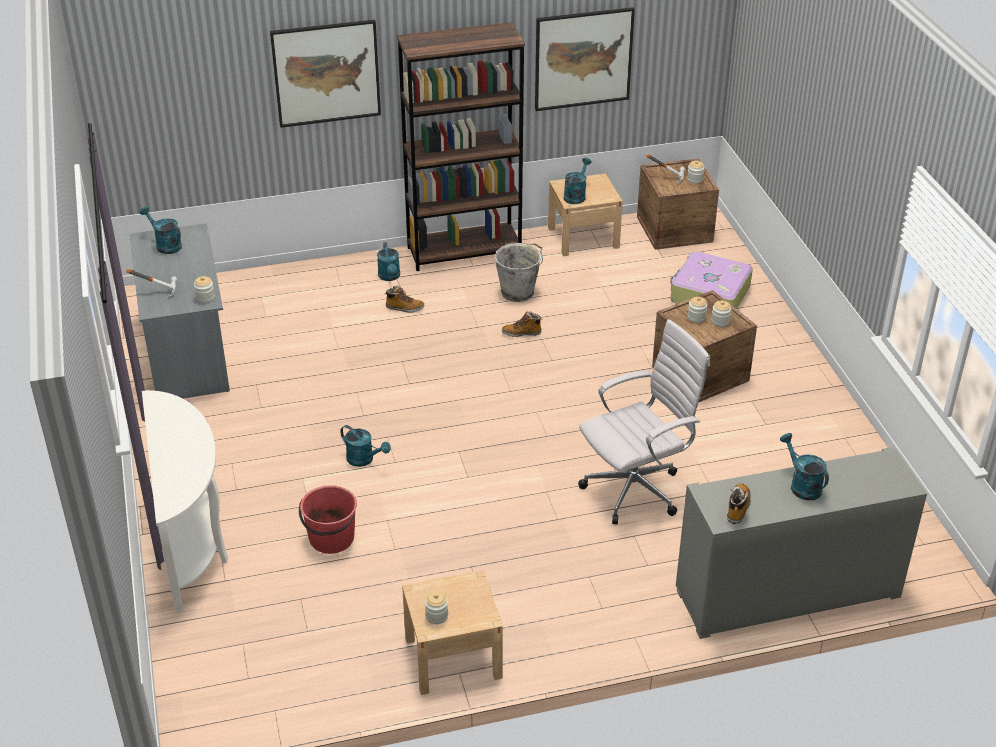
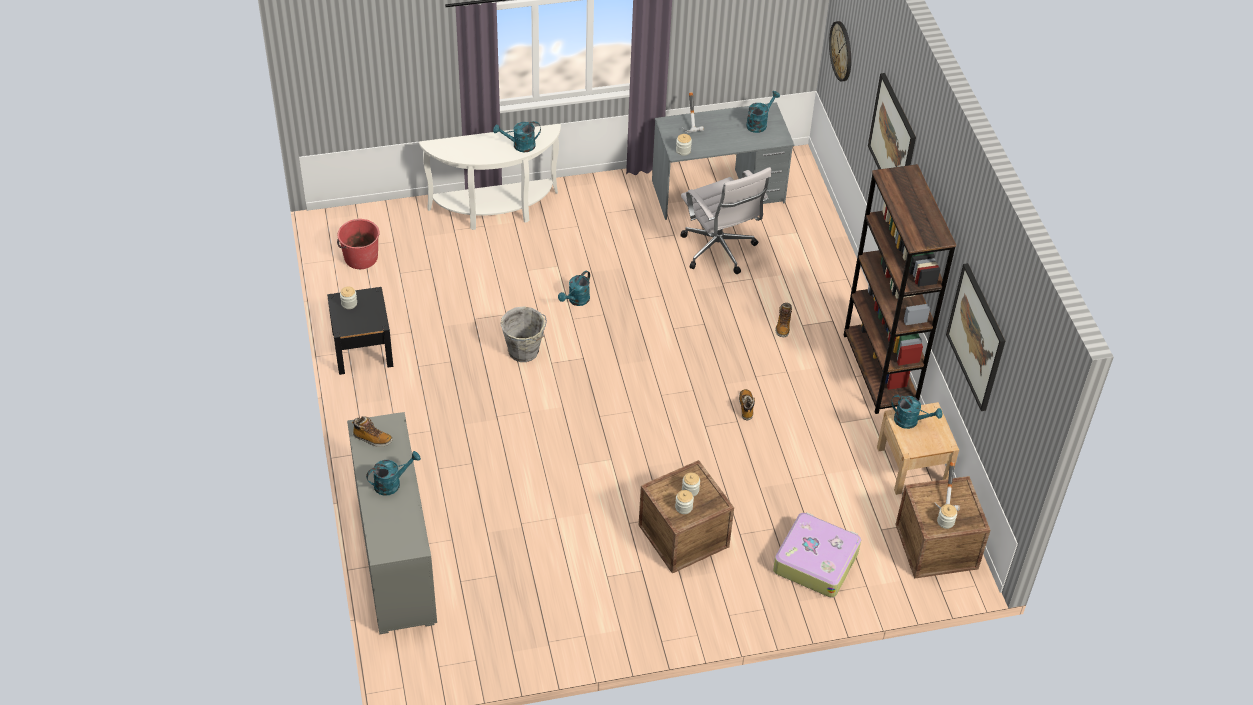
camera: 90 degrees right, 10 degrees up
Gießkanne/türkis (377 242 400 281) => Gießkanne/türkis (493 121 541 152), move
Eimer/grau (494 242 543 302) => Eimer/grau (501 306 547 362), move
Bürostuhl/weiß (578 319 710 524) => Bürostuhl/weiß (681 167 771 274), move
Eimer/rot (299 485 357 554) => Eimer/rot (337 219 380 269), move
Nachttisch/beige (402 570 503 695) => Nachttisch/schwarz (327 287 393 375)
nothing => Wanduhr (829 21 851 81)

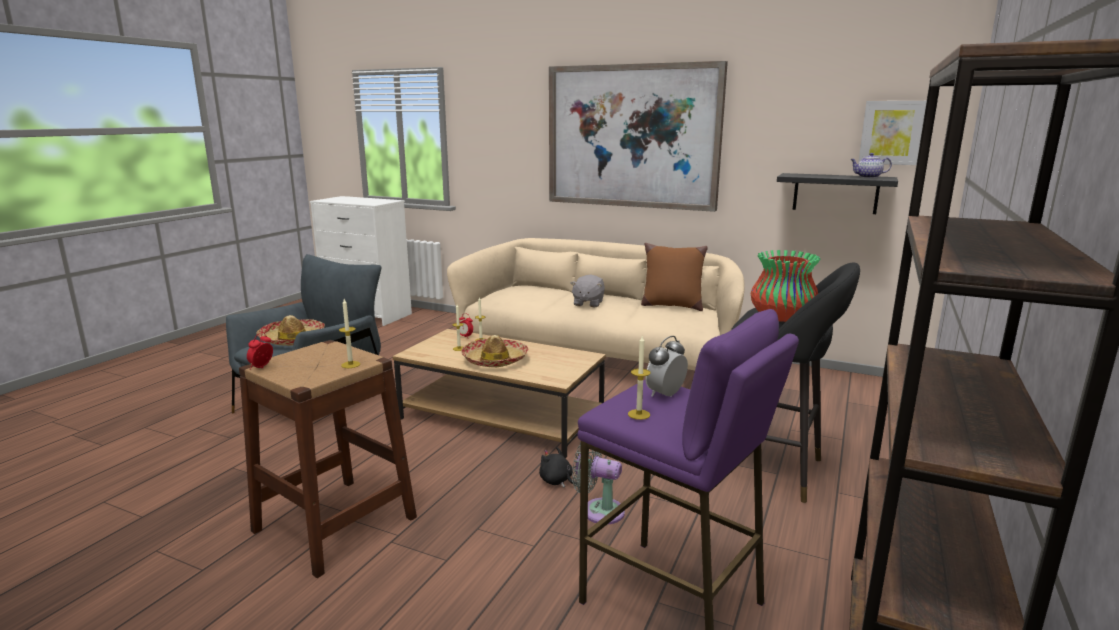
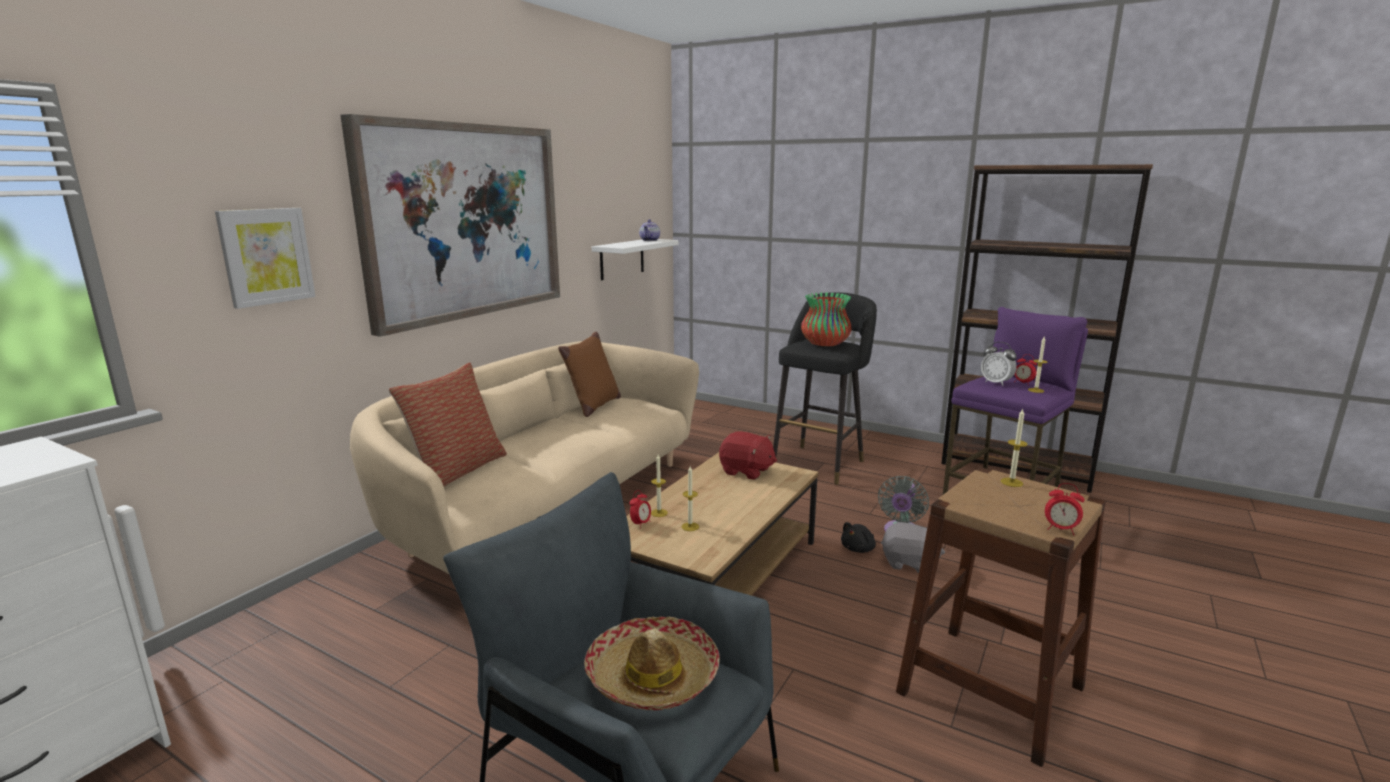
camera: 85 degrees left, 0 degrees up
Bild (858 101 926 165) => Bild (215 208 316 309), move
Wandregal/schwarz (777 173 898 214) => Wandregal/weiß (592 239 679 280)
Plüschtier/grau (571 275 605 307) => Plüschtier/grau (881 522 945 573), move
Hut (461 335 528 367) => nothing
nothing => Wecker (1014 354 1037 385)
nothing => Kissen (389 363 507 486)
nothing => Plüschtier/rot (719 431 777 480)

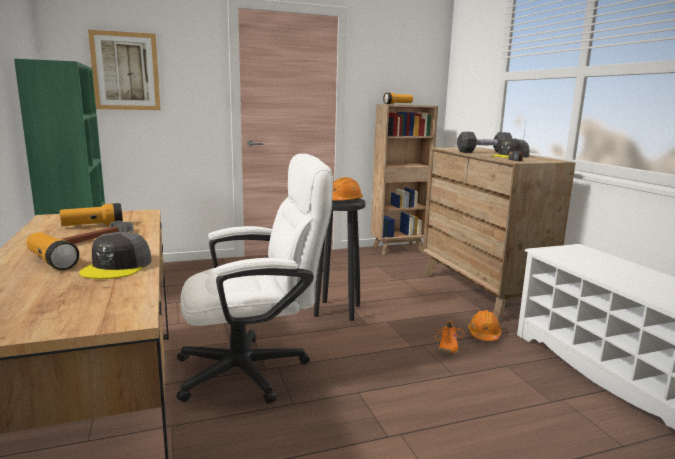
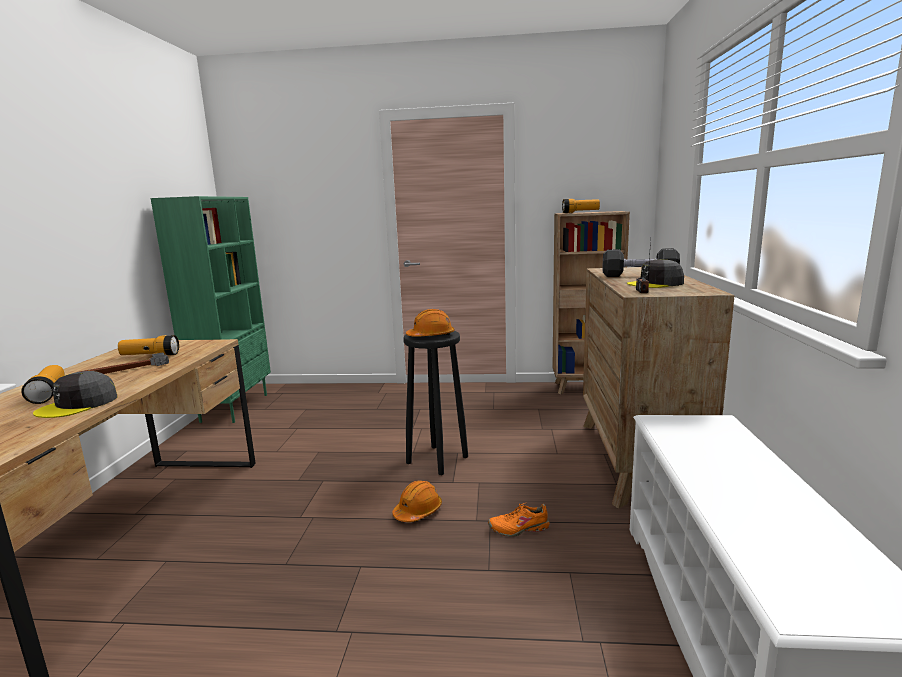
camera: 25 degrees right, 0 degrees up
Bild (88 30 160 110) => nothing
Bürostuhl/weiß (176 153 333 404) => nothing
Schutzhelm/orange (468 310 502 341) => Schutzhelm/orange (392 480 442 522), move
Schuh/orange (435 320 465 354) => Schuh/orange (488 503 549 537), 45 degrees clockwise

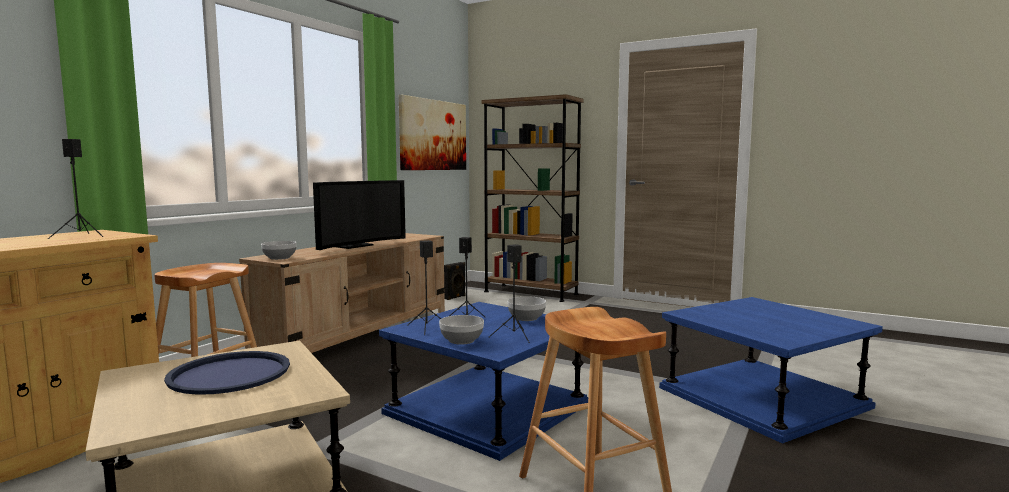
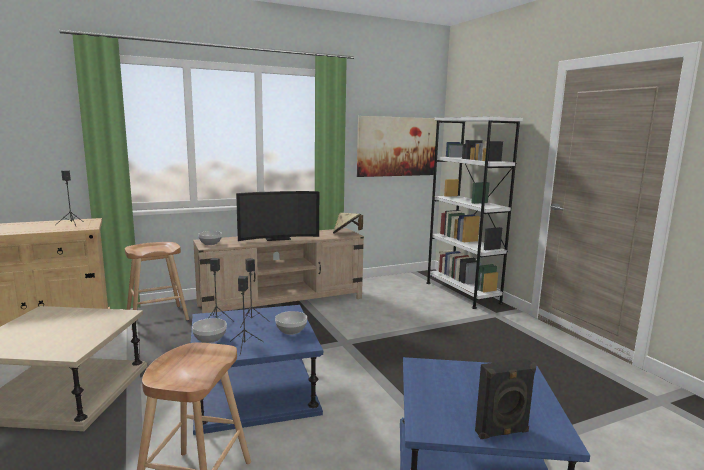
camera: 35 degrees right, 5 degrees up
Bücherregal/braun (482 94 583 302) => Bücherregal/weiß (426 117 523 309)
Lautsprecher/schwarz (444 262 466 300) => Lautsprecher/schwarz (475 359 537 439), move
Tablett/blau (164 351 290 395) => nothing
nothing => Hut/beige (333 213 363 234)

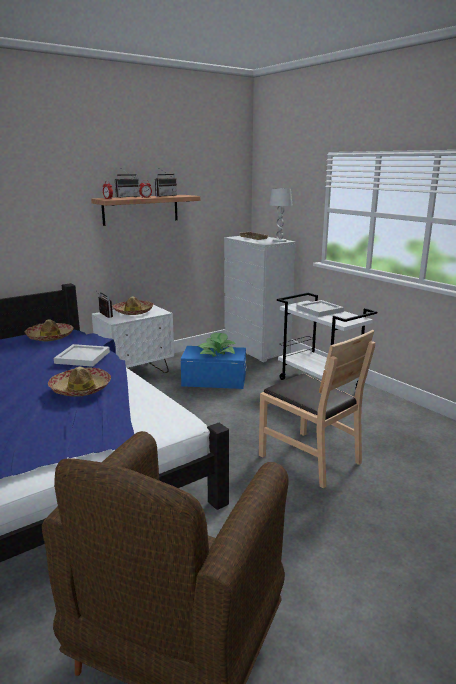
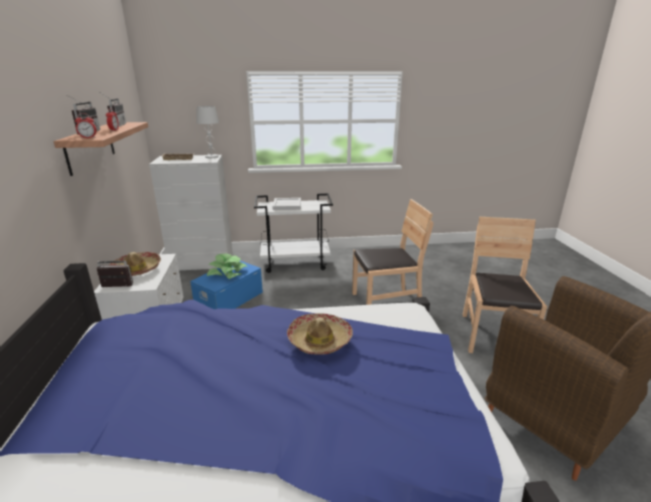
camera: 60 degrees left, 5 degrees up
Hut (25 319 74 342) => nothing
Tablett/weiß (54 344 110 367) => nothing
nothing => Stuhl/braun (463 217 547 353)

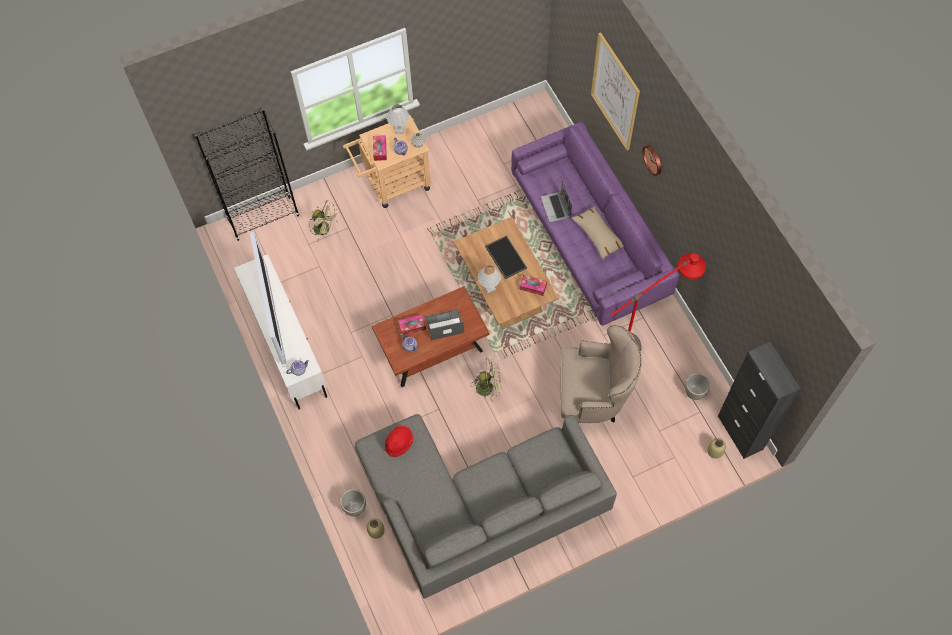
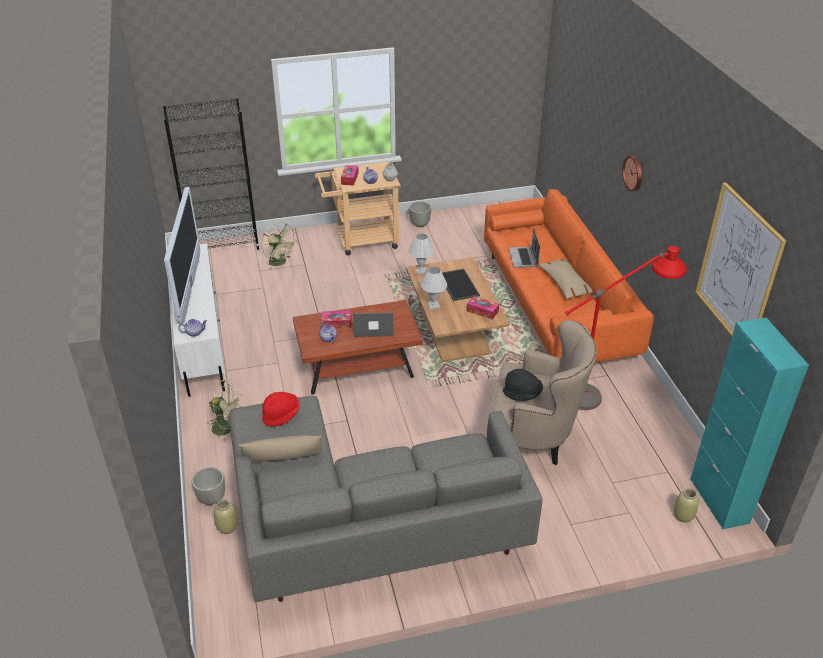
camera: 10 degrees right, 25 degrees down
Bild (591 32 640 150) => Bild (695 183 786 336), move
Tischlampe/weiß (387 104 409 134) => Tischlampe/weiß (409 233 434 275), move
Sofa/lila (511 122 679 326) => Sofa/orange (484 189 654 362)
Schrank/schwarz (718 342 801 459) => Schrank/türkis (690 318 809 530)
Ventilator/grün (470 357 501 402) => Ventilator/grün (207 380 241 442), move
Pflanzkübel/grau (685 373 710 400) => Pflanzkübel/grau (409 201 431 227), move
nothing => Hut/schwarz (503 369 543 401)
nothing => Kissen/beige (238 435 324 462)

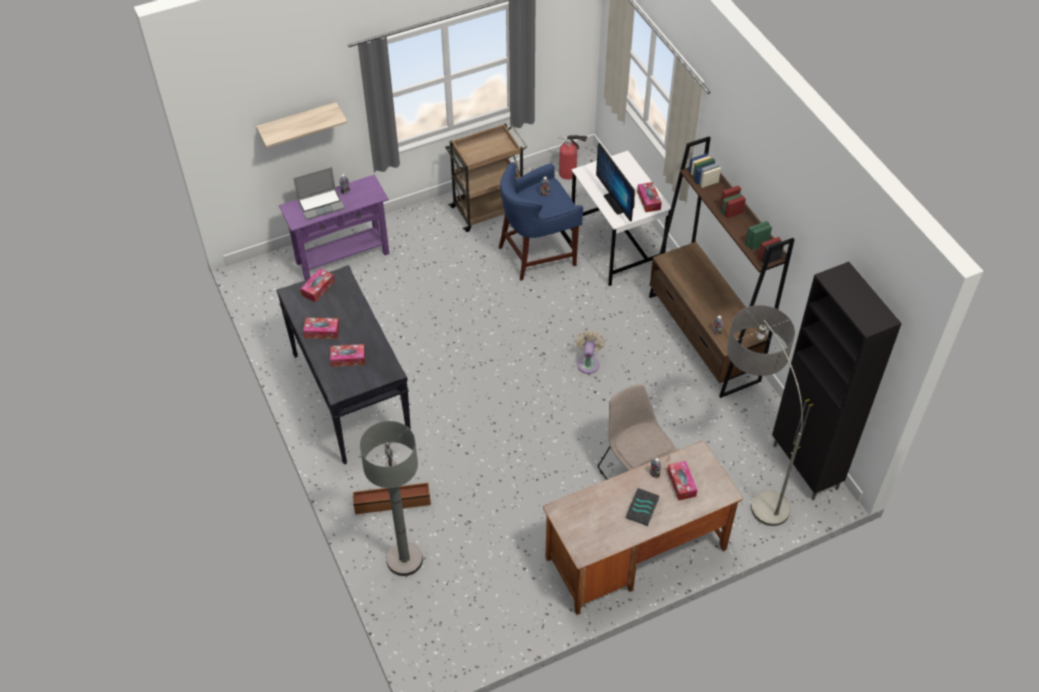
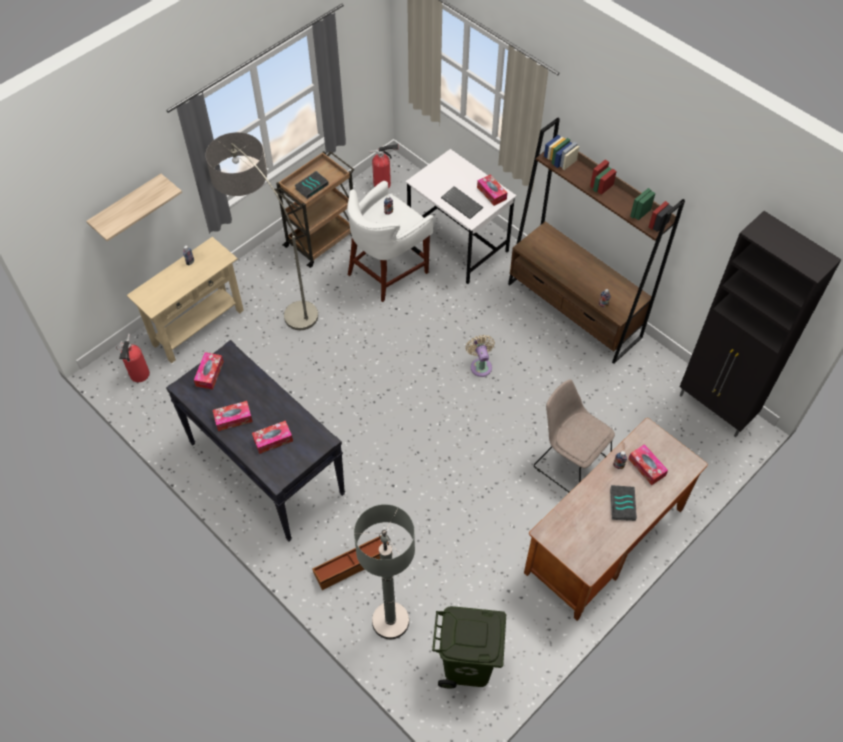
camera: 20 degrees left, 5 degrees up
Monitor (596 143 635 221) => Tastatur (441 186 483 219)
Hocker/blau (498 162 583 281) => Hocker/weiß (347 181 433 302)
Laptop (293 167 345 220) => nothing
Konsolentisch/lila (279 175 390 280) => Konsolentisch/beige (127 237 244 363)
Stehlampe (727 305 803 526) => Stehlampe (205 132 318 330), move
nothing => Buch (294 171 329 199)
nothing => Feuerlöscher (116 334 150 382)
nothing => Mülleimer/grün (432 606 506 689)

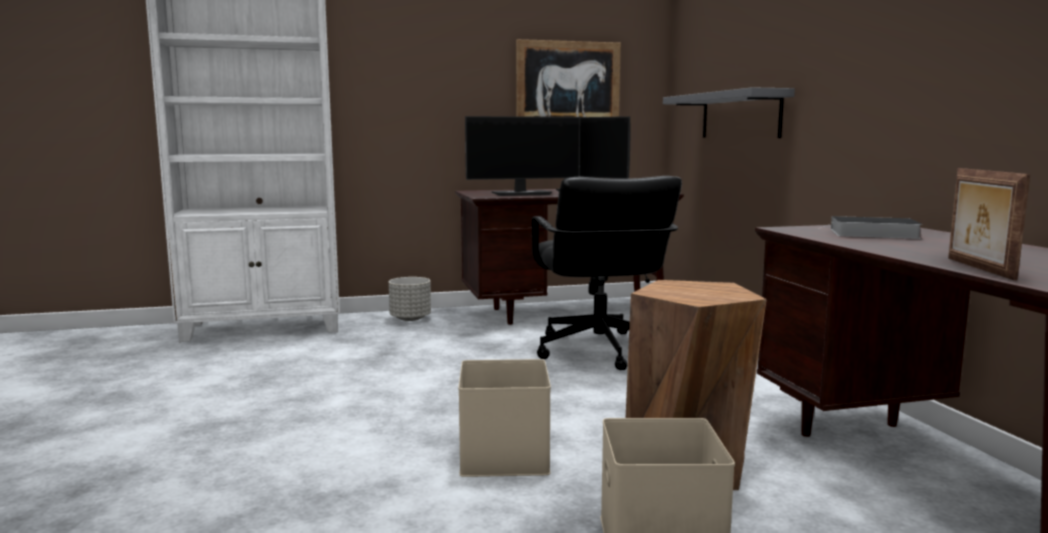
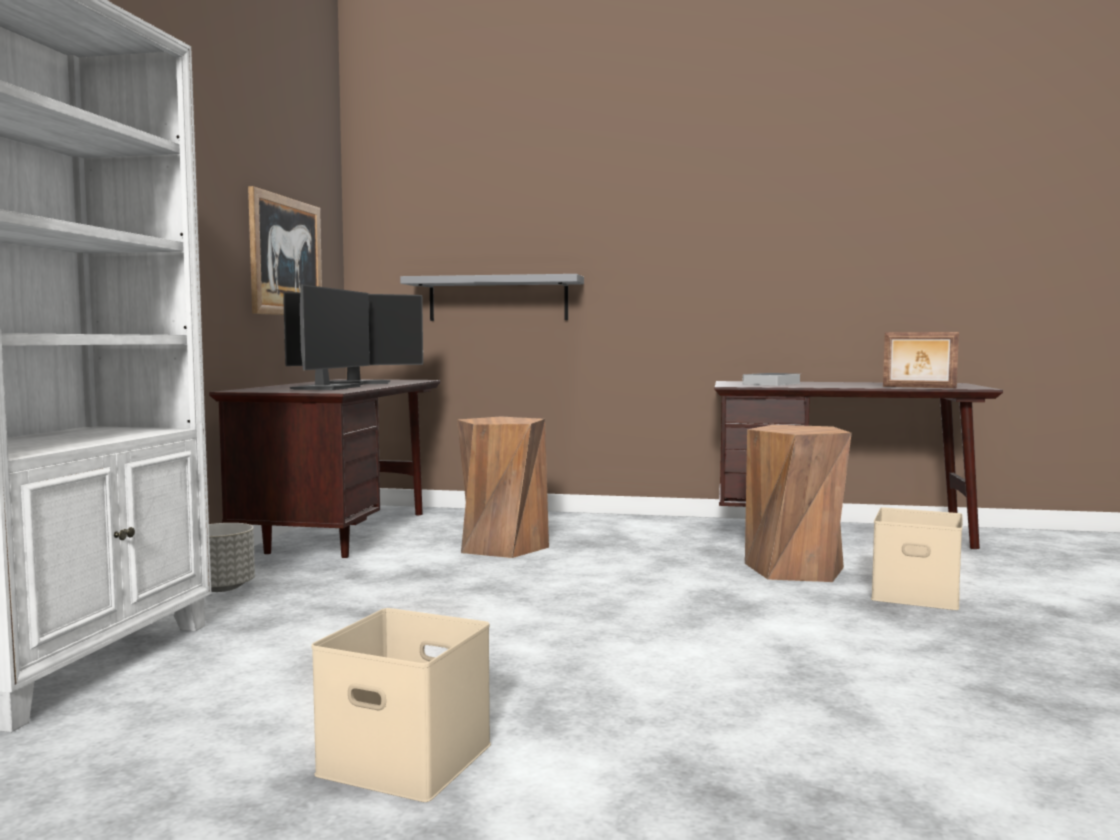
camera: 65 degrees left, 5 degrees down
Bürostuhl/schwarz (532 176 682 370) => Hocker/braun (457 416 549 558)
Aufbewahrungsbox/beige (458 359 551 477) => Aufbewahrungsbox/beige (312 608 491 802), move

